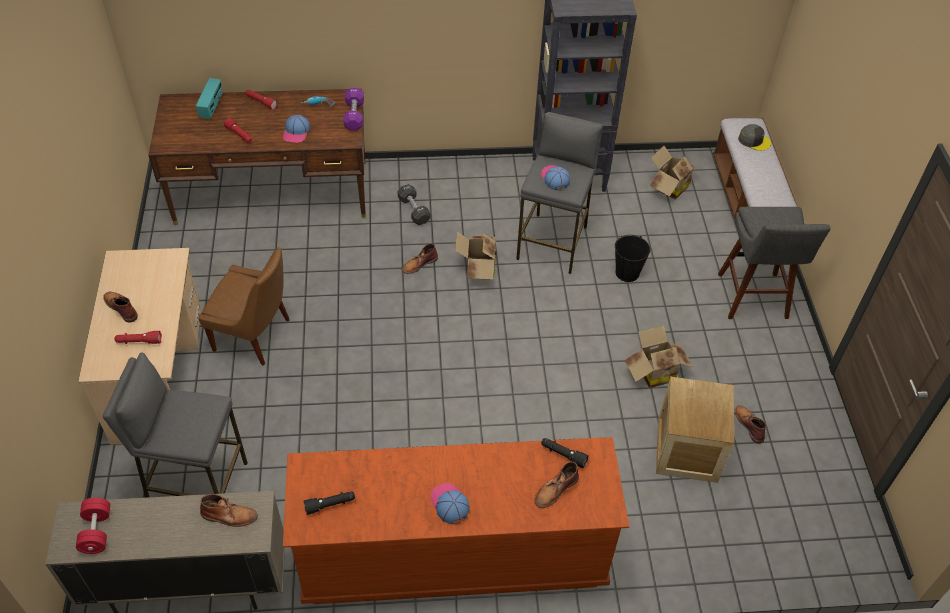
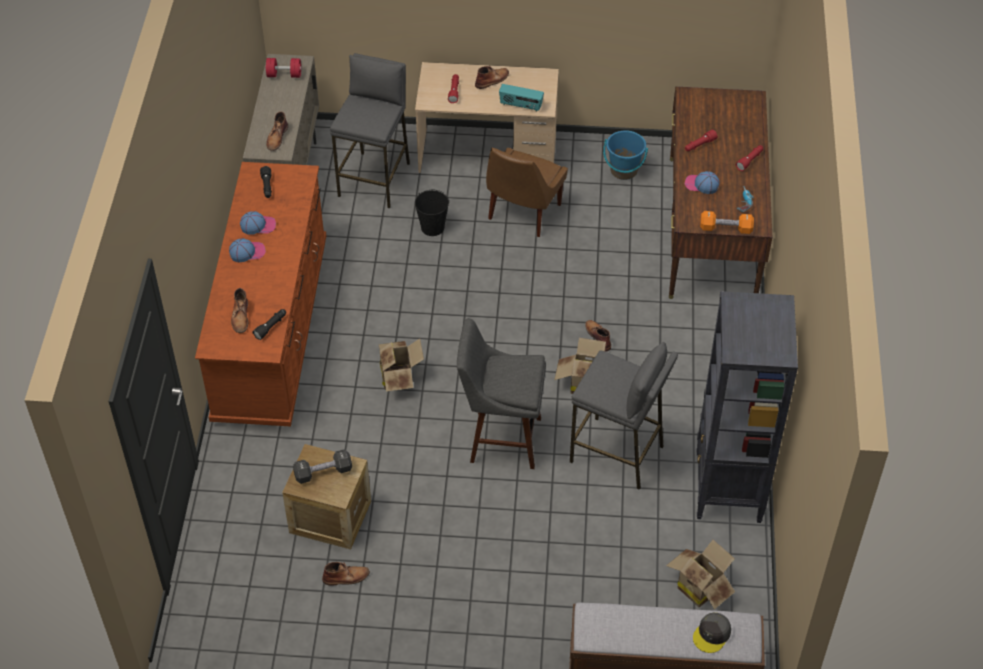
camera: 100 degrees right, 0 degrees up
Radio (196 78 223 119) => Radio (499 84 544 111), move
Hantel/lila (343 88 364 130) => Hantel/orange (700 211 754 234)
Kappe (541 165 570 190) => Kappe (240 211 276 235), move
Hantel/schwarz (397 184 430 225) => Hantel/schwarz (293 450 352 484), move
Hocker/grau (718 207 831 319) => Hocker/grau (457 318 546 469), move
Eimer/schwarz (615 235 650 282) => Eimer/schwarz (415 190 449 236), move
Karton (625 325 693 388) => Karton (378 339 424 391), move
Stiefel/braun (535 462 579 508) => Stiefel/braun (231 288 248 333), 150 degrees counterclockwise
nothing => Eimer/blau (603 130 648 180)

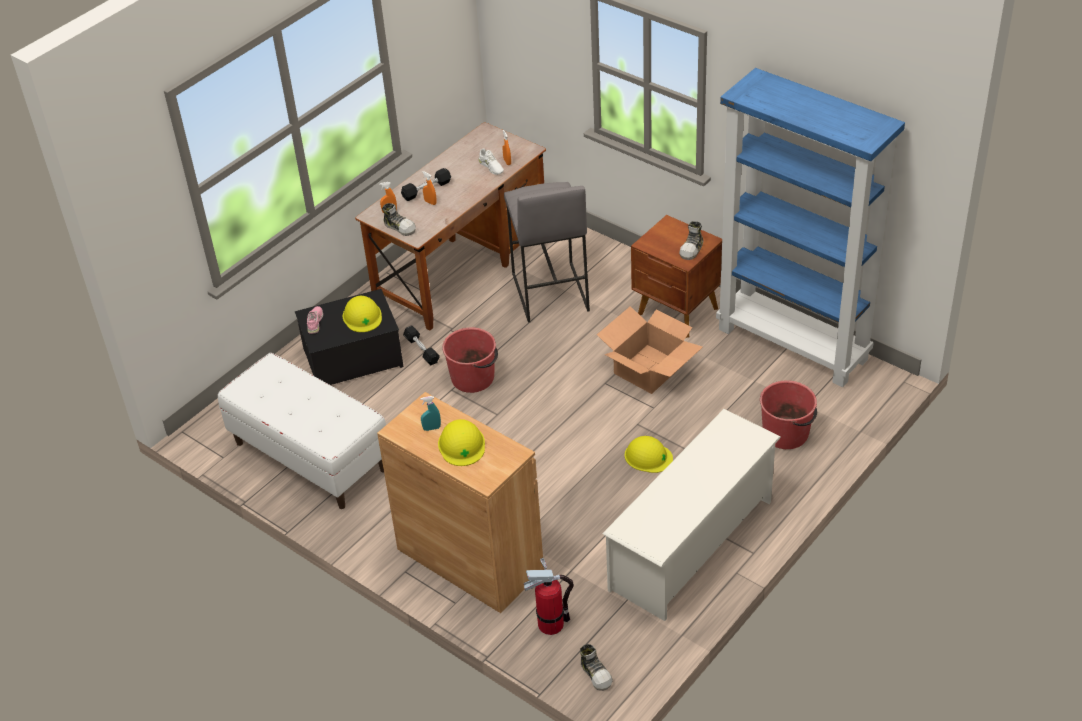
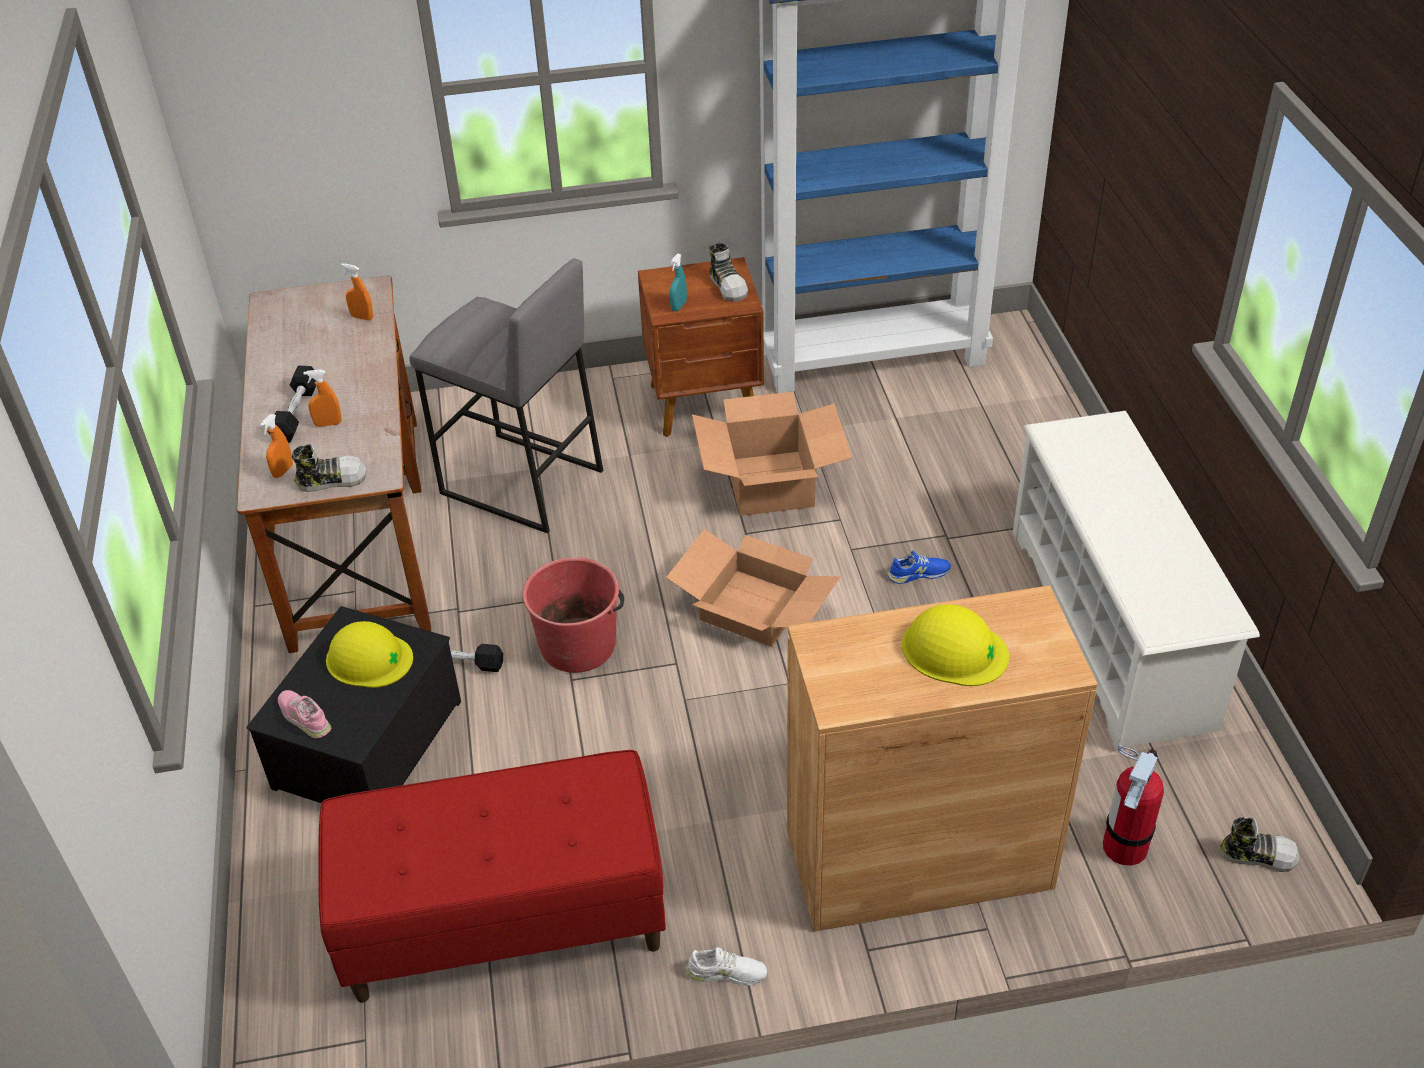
camera: 50 degrees left, 0 degrees up
Schuh/weiß (478 148 504 175) => Schuh/weiß (686 947 767 986), move
Bank/weiß (218 353 386 509) => Bank/rot (319 750 666 1003)
Eimer/rot (760 381 817 449) => nothing
Sprühflasche/türkis (420 396 441 431) => Sprühflasche/türkis (670 254 687 311), move
Schutzhelm/gelb (625 436 673 473) => Schuh/blau (887 551 951 584)
nothing => Karton (666 529 841 647)

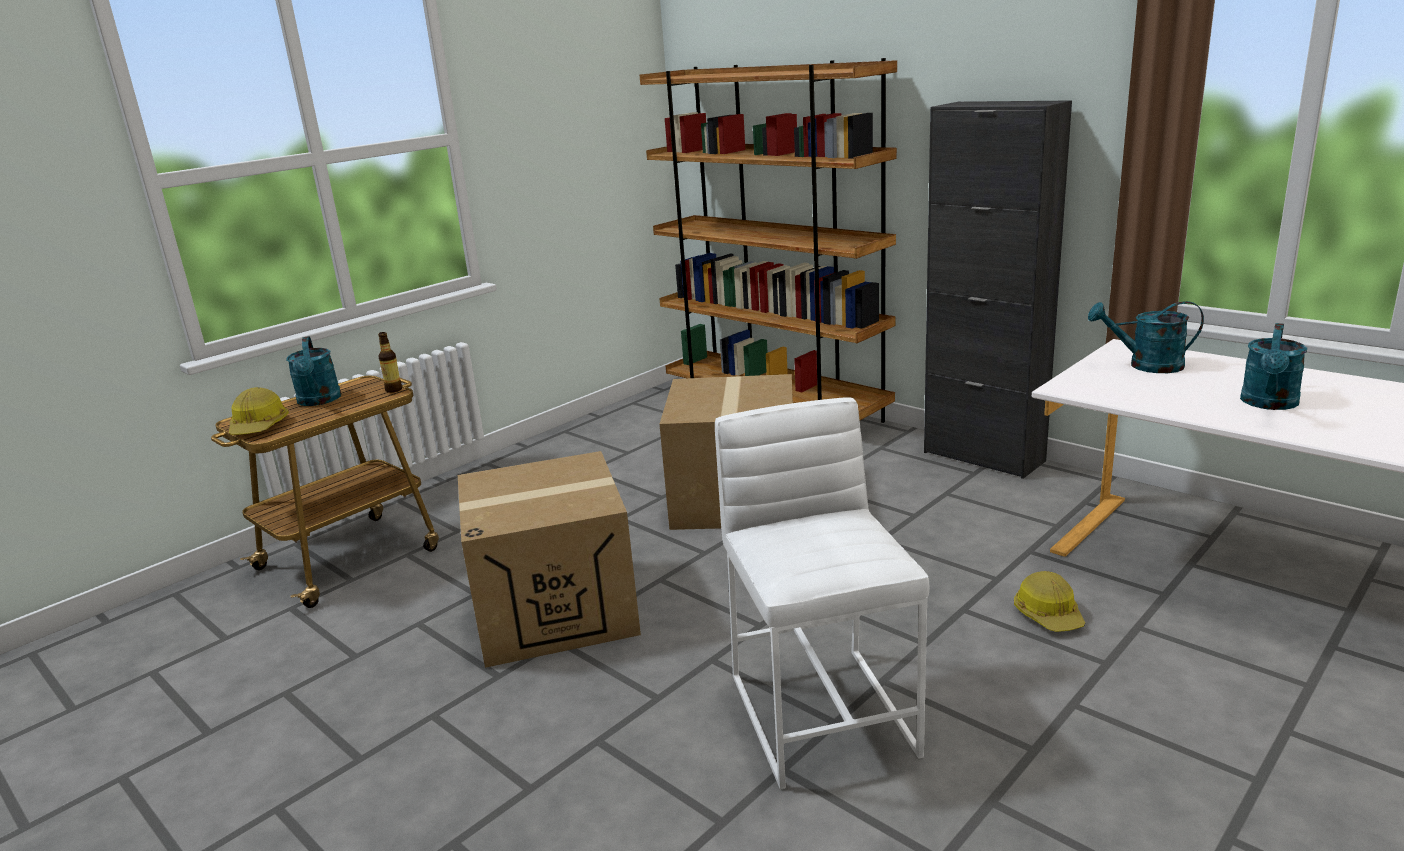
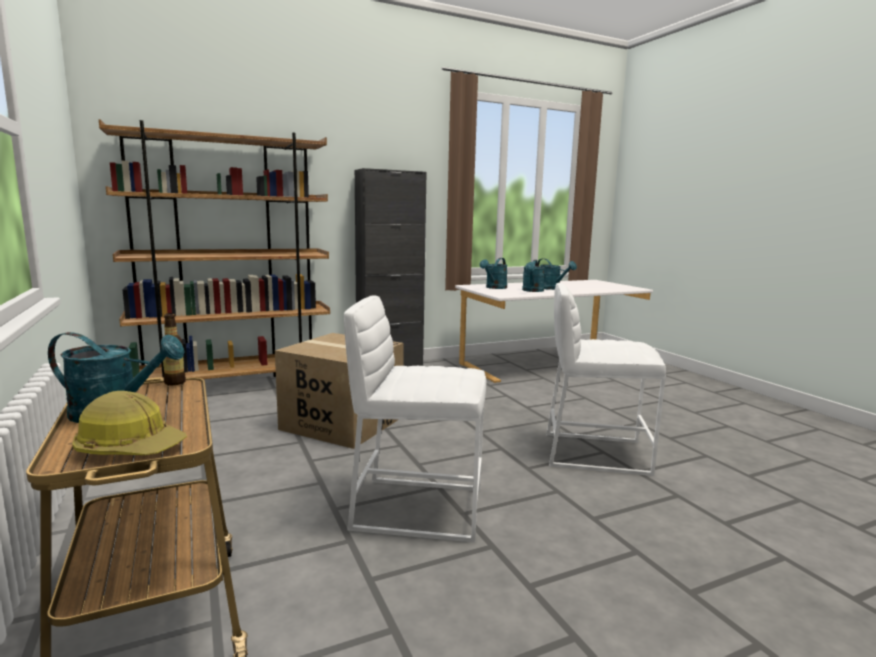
camera: 70 degrees left, 10 degrees down
Karton (458 451 641 668) => Hocker/weiß (344 295 486 543)
Schutzhelm (1014 571 1085 632) => nothing
nothing => Gießkanne/türkis (522 260 545 292)

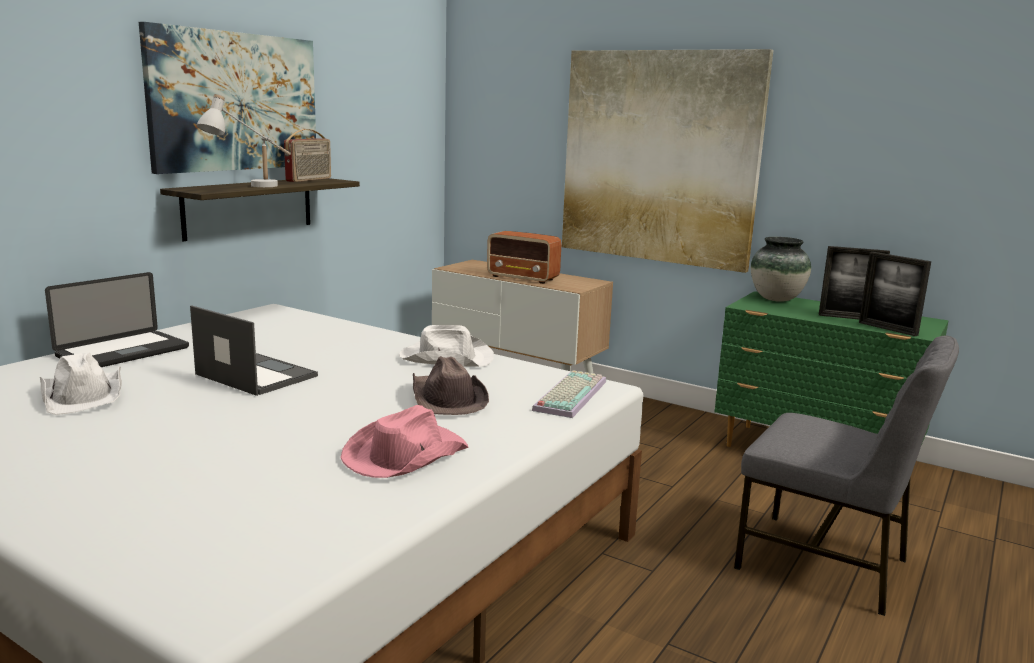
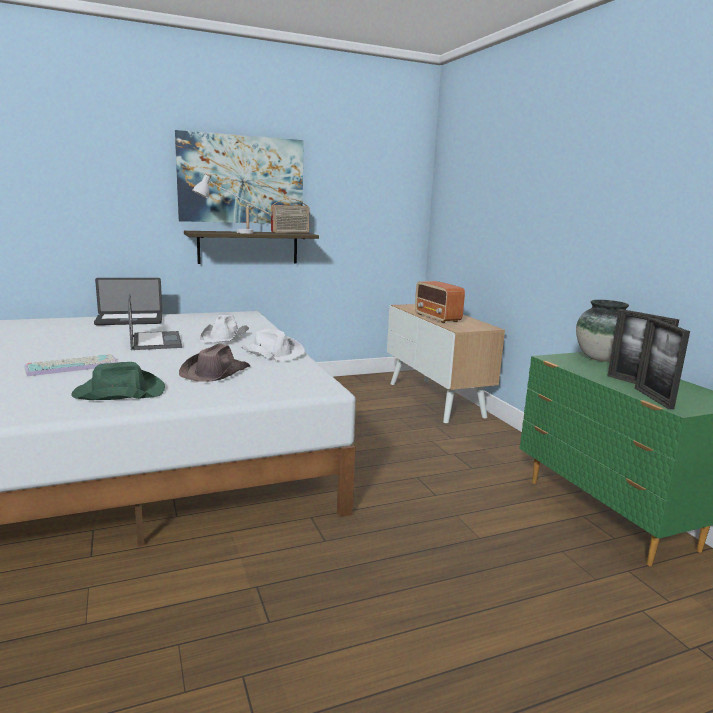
camera: 35 degrees right, 0 degrees up
Bild (562 49 773 273) => nothing
Stuhl/grau (734 336 959 616) => nothing
Hut/weiß (40 353 122 415) => Hut/weiß (199 315 249 342), move
Tastatur (532 370 606 418) => Tastatur (25 354 118 376), move
Hut/rosa (340 405 469 478) => Hut/grün (71 362 165 400)

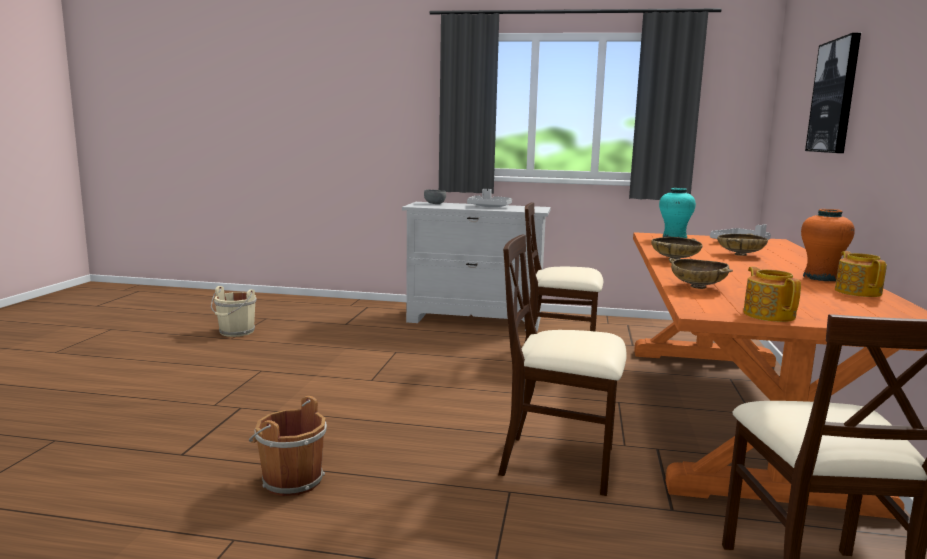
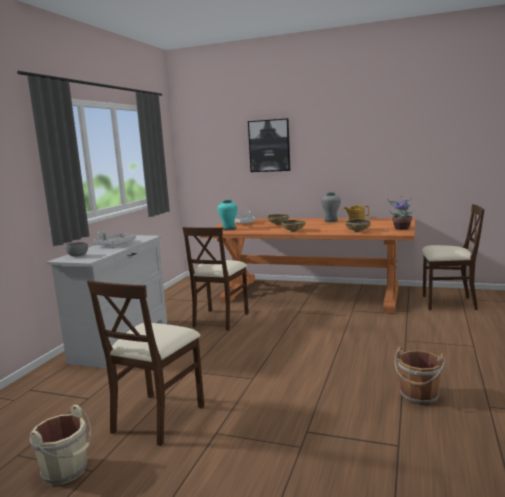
camera: 80 degrees left, 0 degrees up
Vase/orange (801 209 855 281) => Vase/grau (321 192 341 222)
Stuhl/beige (498 234 627 496) => Stuhl/beige (87 280 204 446), move
Teekanne (743 267 801 322) => Topfpflanze (387 196 415 230)

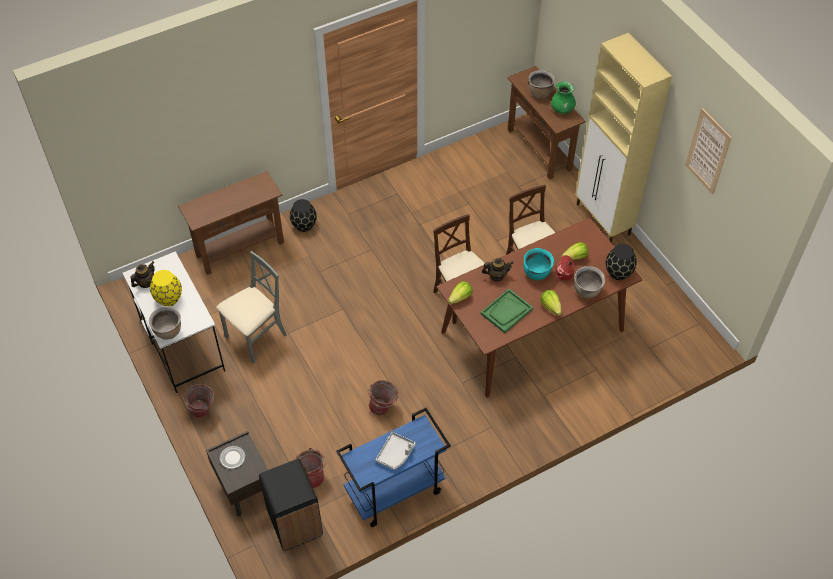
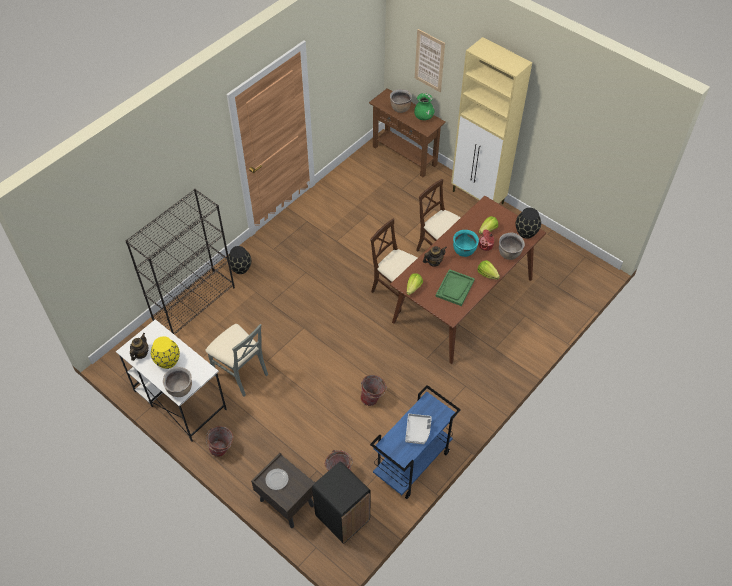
camera: 20 degrees left, 0 degrees up
Bild (685 108 732 194) => Bild (415 29 445 92), move
Konsolentisch/braun (178 171 284 275) => Bücherregal/schwarz (125 189 235 335)
Stuhl/grau (216 251 287 364) => Stuhl/grau (205 324 268 397), 105 degrees clockwise

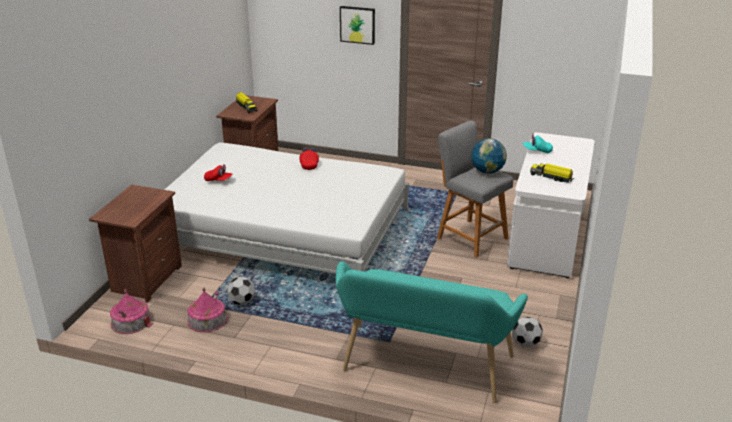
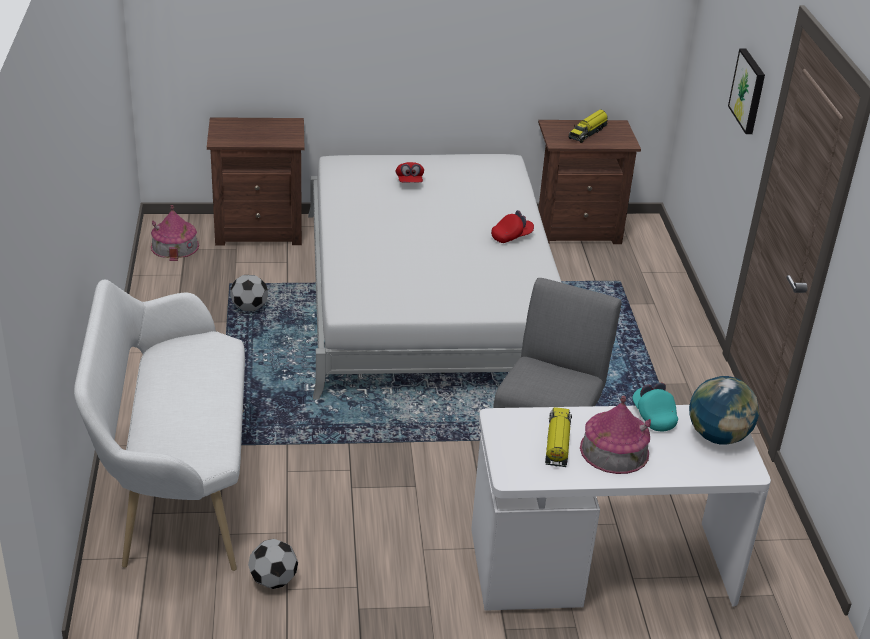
camera: 65 degrees right, 5 degrees up
Globus (471 138 507 174) => Globus (689 376 759 444), move
Bank/türkis (336 261 528 403) => Bank/weiß (74 280 245 571)
Spielzeughaus (187 288 228 332) => Spielzeughaus (580 396 651 474), move

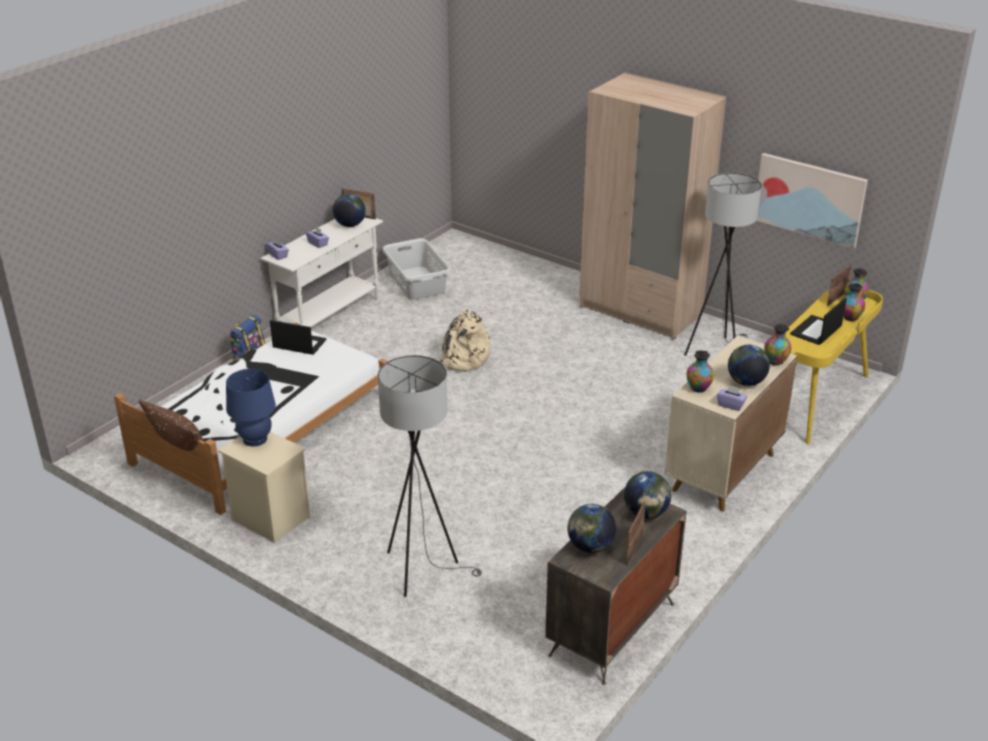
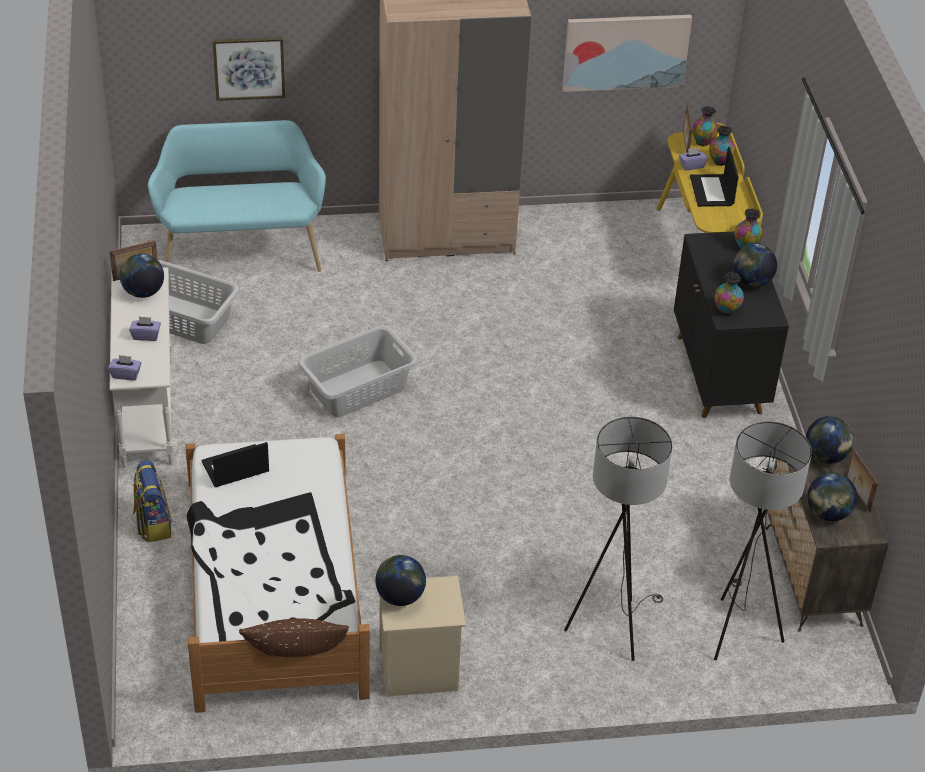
camera: 45 degrees left, 10 degrees up
Stehlampe/grau (684 173 762 356) => Stehlampe/grau (714 421 812 661), move
Rucksack/beige (436 308 490 372) => Wäschekorb/grau (298 326 418 417)
Schrank/beige (665 335 797 512) => Schrank/schwarz (674 231 789 418)
Tischlampe/blau (226 369 276 447) => Globus (375 555 426 606)
Taschentuchbox/lila (717 385 747 411) => Taschentuchbox/lila (679 148 708 170), move
nothing => Bild (212 37 285 101)
nothing => Bank/türkis (148 120 326 272)

